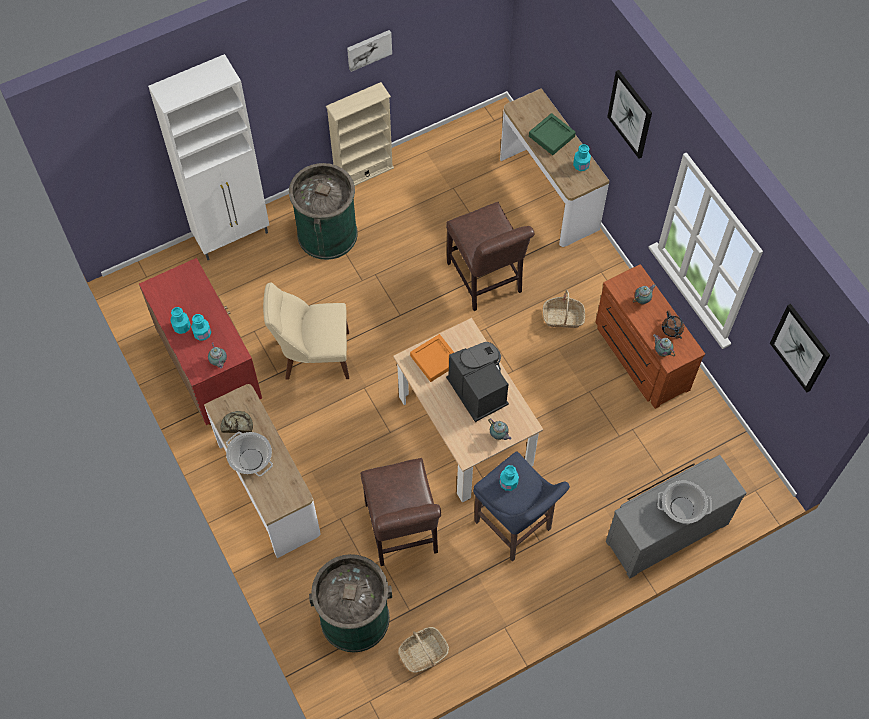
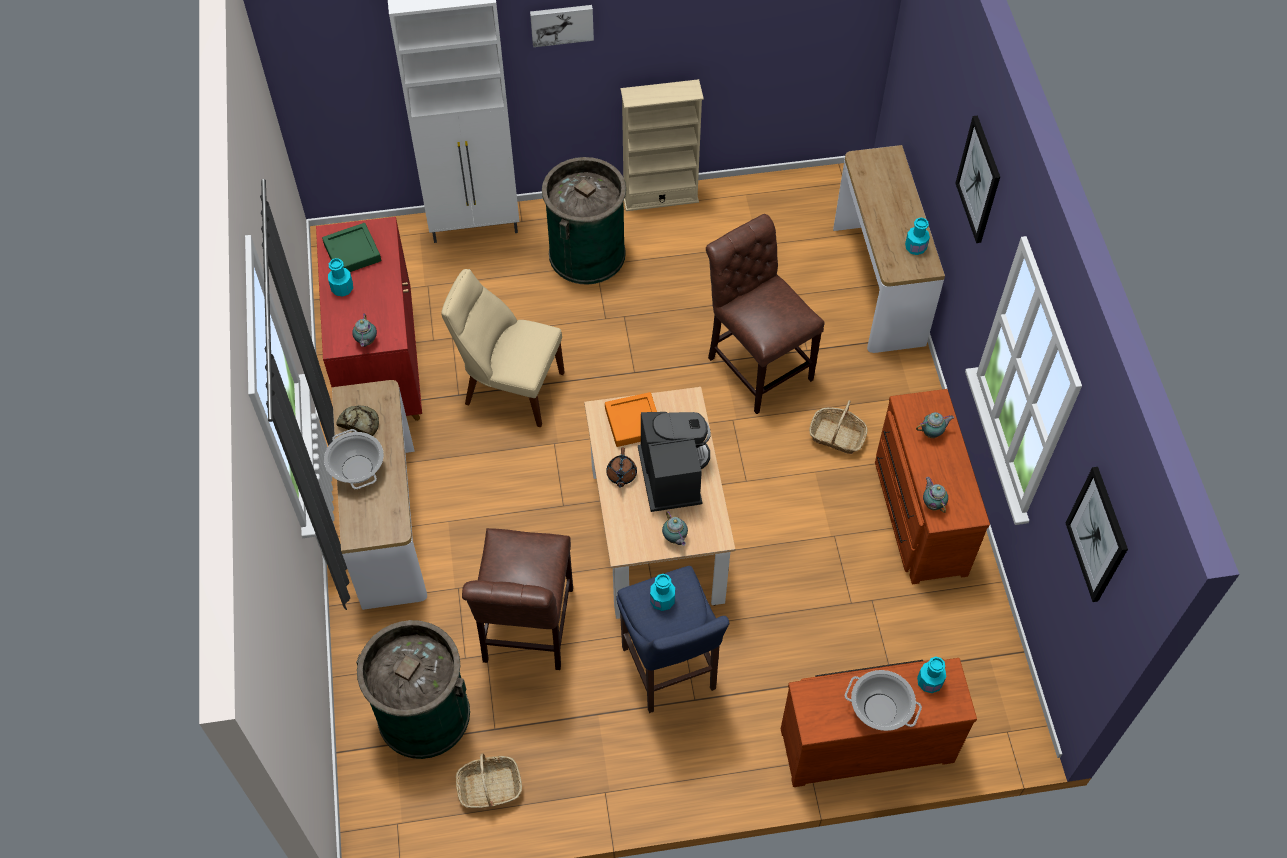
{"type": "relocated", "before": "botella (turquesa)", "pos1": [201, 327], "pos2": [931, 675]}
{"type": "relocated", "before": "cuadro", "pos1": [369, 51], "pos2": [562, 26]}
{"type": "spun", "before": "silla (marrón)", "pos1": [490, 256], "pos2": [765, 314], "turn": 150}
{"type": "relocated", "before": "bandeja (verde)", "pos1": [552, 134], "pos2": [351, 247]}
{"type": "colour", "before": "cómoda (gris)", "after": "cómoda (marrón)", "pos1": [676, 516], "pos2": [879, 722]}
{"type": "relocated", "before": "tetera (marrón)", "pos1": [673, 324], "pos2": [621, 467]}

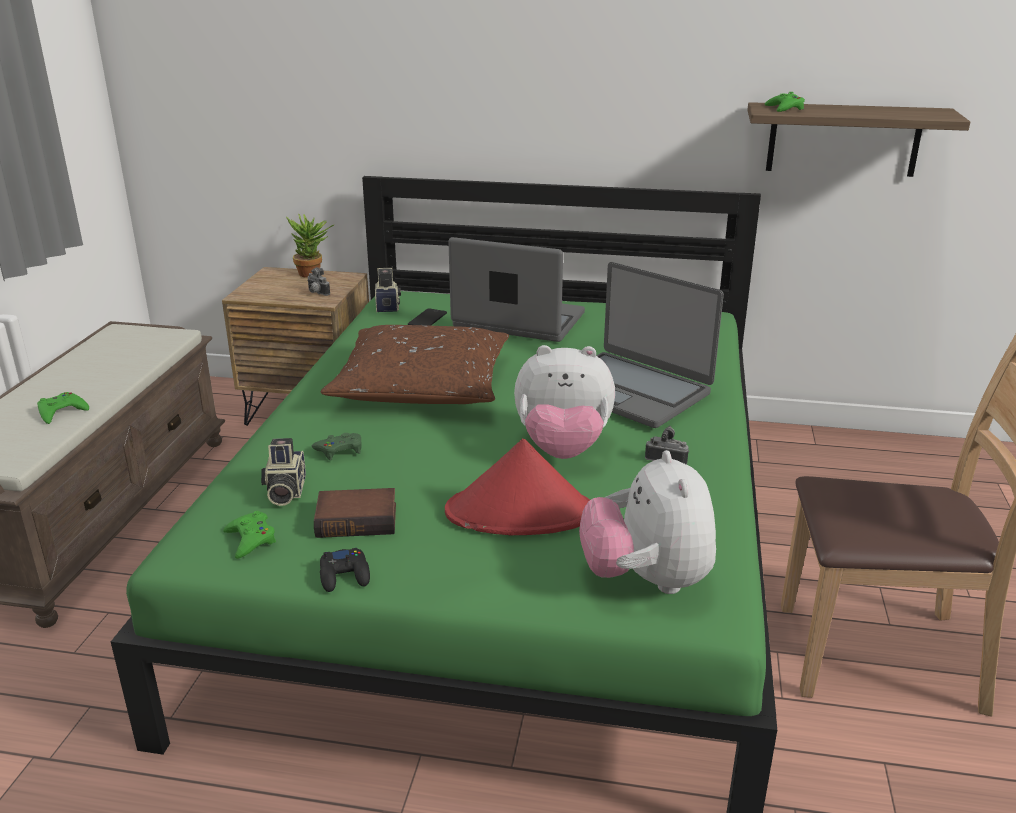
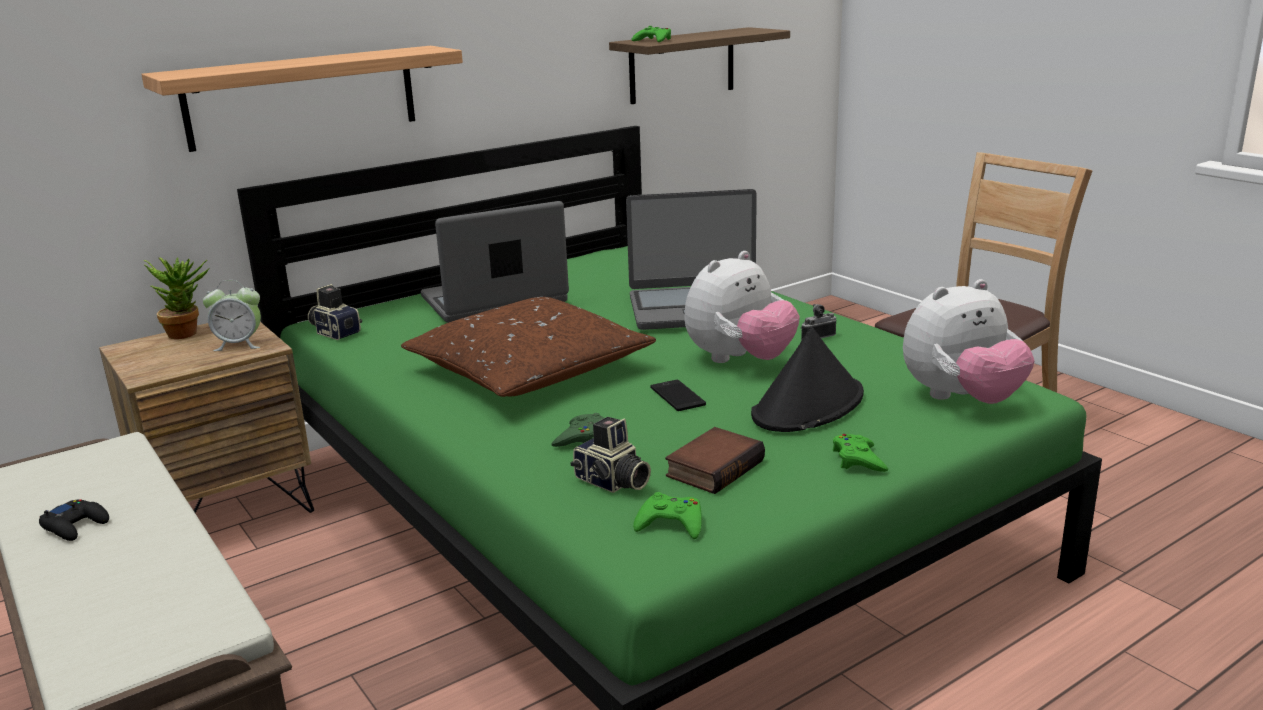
{"type": "relocated", "before": "mando de consola (verde)", "pos1": [63, 408], "pos2": [860, 453]}
{"type": "exchanged", "before": "cámara", "after": "despertador", "pos1": [318, 281], "pos2": [232, 315]}
{"type": "relocated", "before": "mando de consola (negro)", "pos1": [345, 570], "pos2": [74, 520]}
{"type": "relocated", "before": "móvil", "pos1": [427, 317], "pos2": [678, 395]}
{"type": "colour", "before": "sombrero (rojo)", "after": "sombrero (negro)", "pos1": [517, 487], "pos2": [807, 379]}
{"type": "spun", "before": "peluche", "pos1": [647, 522], "pos2": [969, 341], "turn": -60}
{"type": "appeared", "after": "estante", "pos2": [302, 99]}

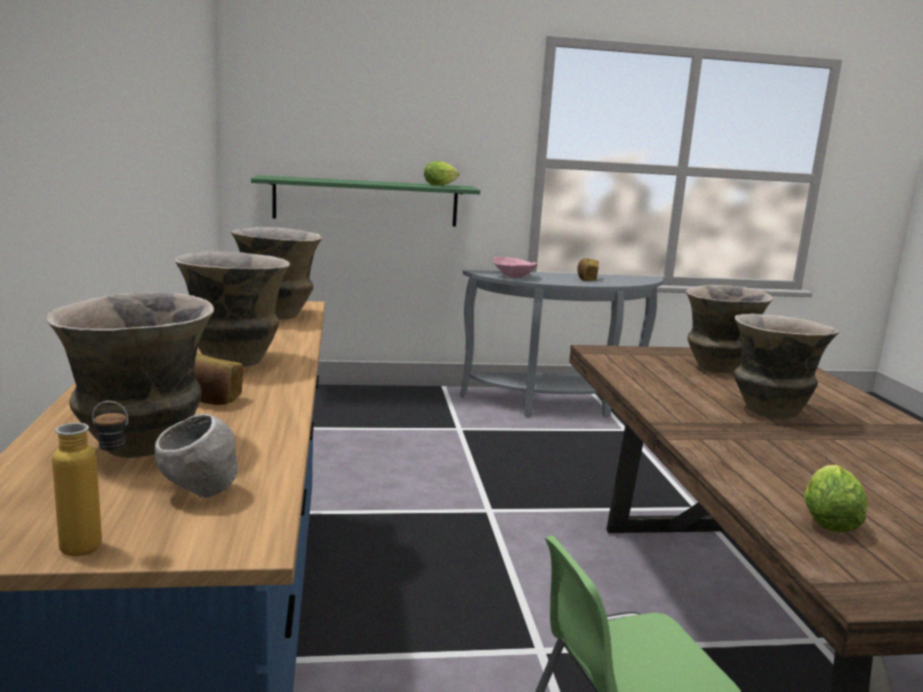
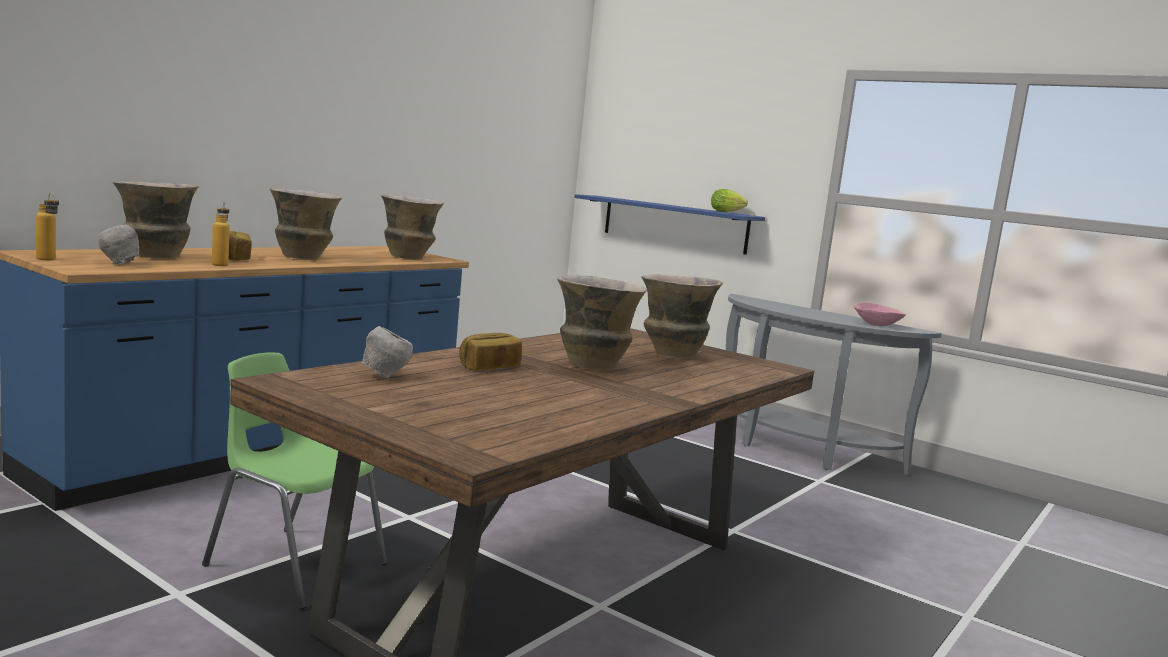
{"type": "colour", "before": "estante (verde)", "after": "estante (azul)", "pos1": [365, 200], "pos2": [670, 224]}
{"type": "relocated", "before": "cuenco (rosa)", "pos1": [515, 267], "pos2": [880, 314]}
{"type": "relocated", "before": "pan", "pos1": [588, 269], "pos2": [490, 351]}
{"type": "exchanged", "before": "lechuga", "after": "cuenco (gris)", "pos1": [836, 498], "pos2": [387, 352]}
{"type": "appeared", "after": "botella", "pos2": [221, 234]}

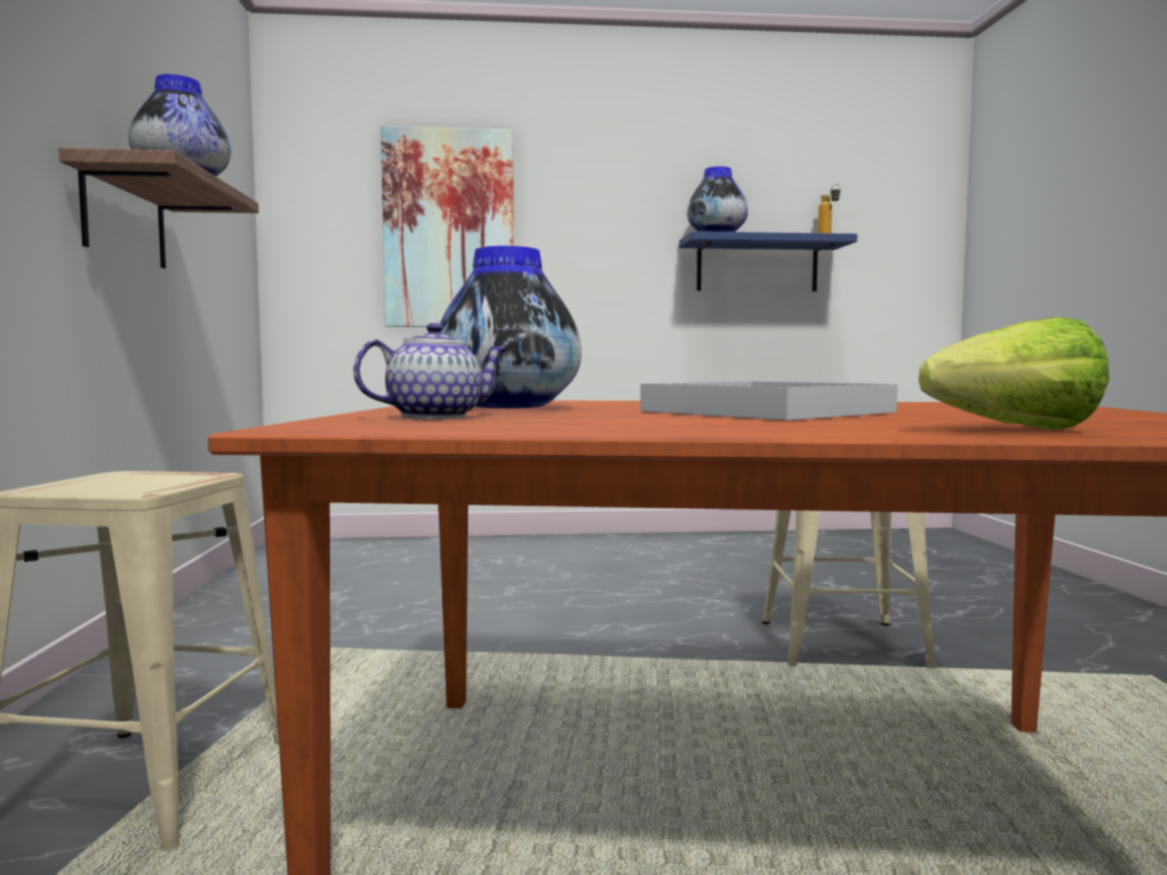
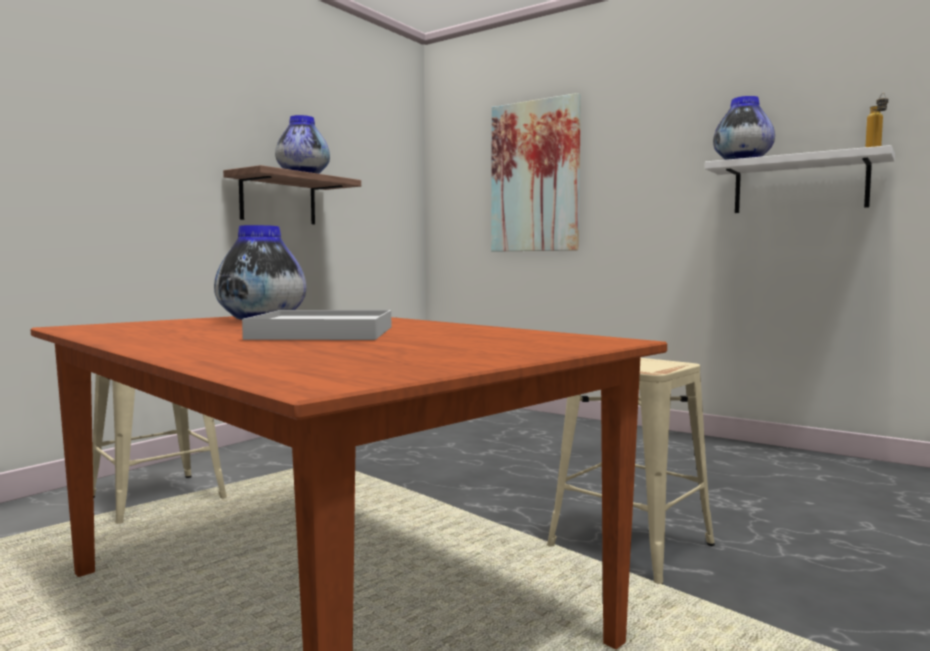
{"type": "missing", "before": "tetera", "pos1": [430, 371]}
{"type": "colour", "before": "estante (azul)", "after": "estante (blanco)", "pos1": [768, 261], "pos2": [800, 179]}
{"type": "missing", "before": "lechuga", "pos1": [1014, 373]}

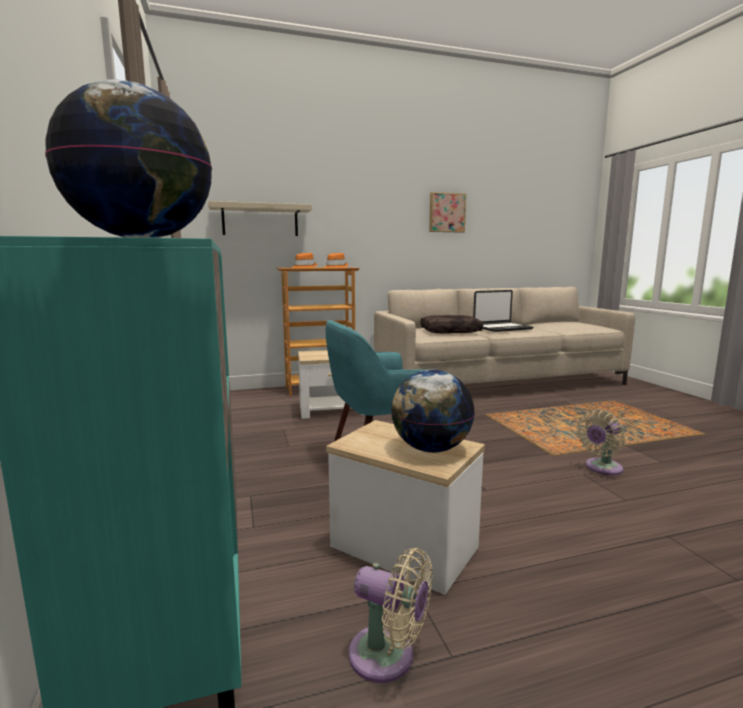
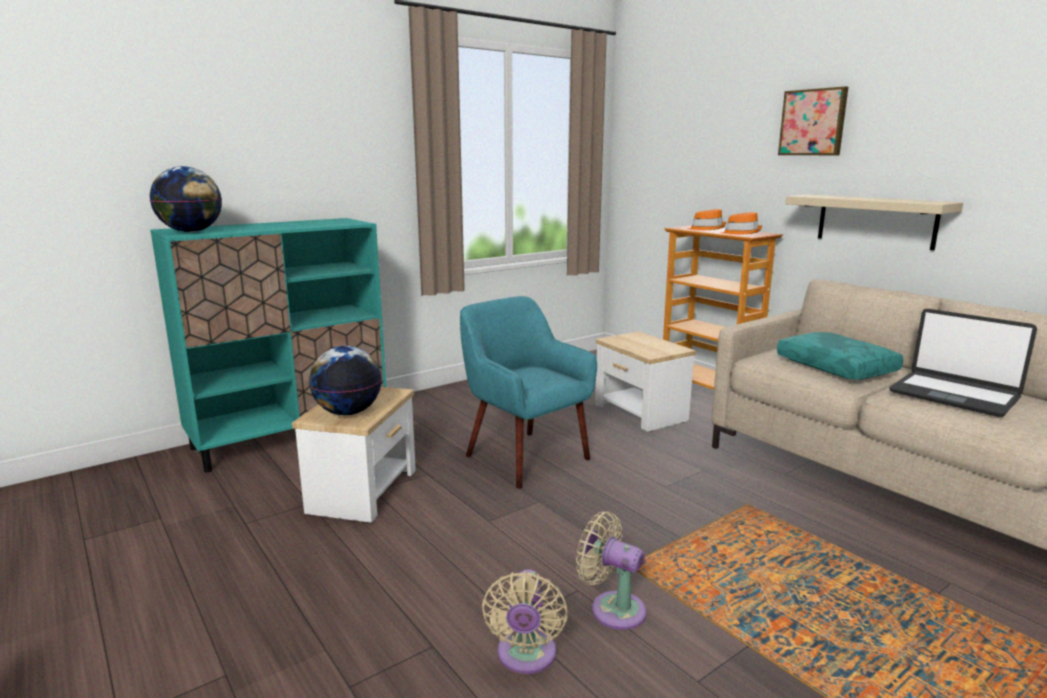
{"type": "relocated", "before": "estante (beis)", "pos1": [260, 218], "pos2": [874, 222]}
{"type": "relocated", "before": "ventilador (beis)", "pos1": [390, 615], "pos2": [525, 621]}
{"type": "colour", "before": "cojín (marrón)", "after": "cojín (turquesa)", "pos1": [452, 324], "pos2": [840, 356]}
{"type": "relocated", "before": "cuadro", "pos1": [447, 212], "pos2": [813, 120]}

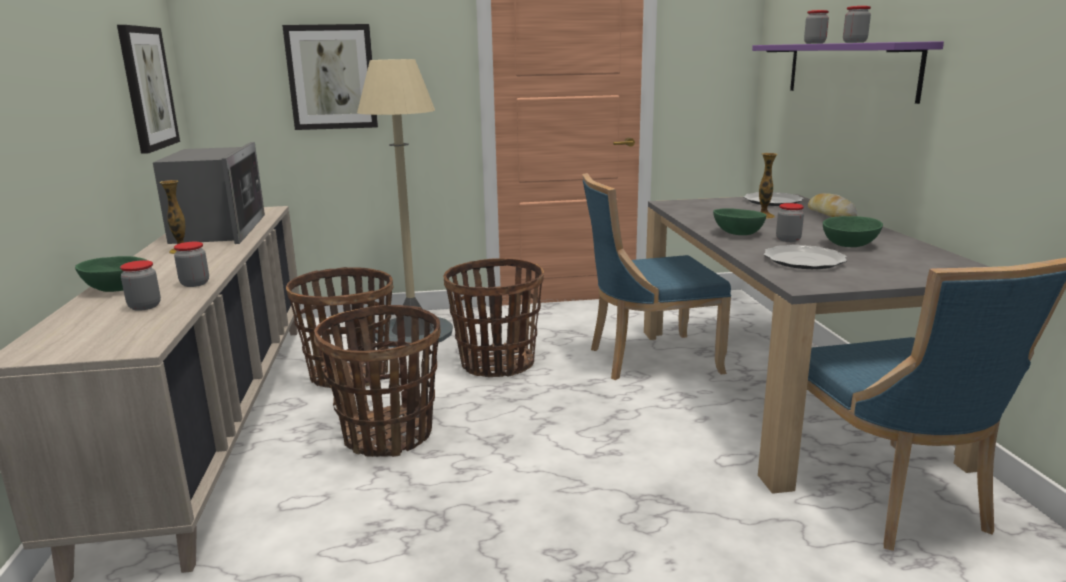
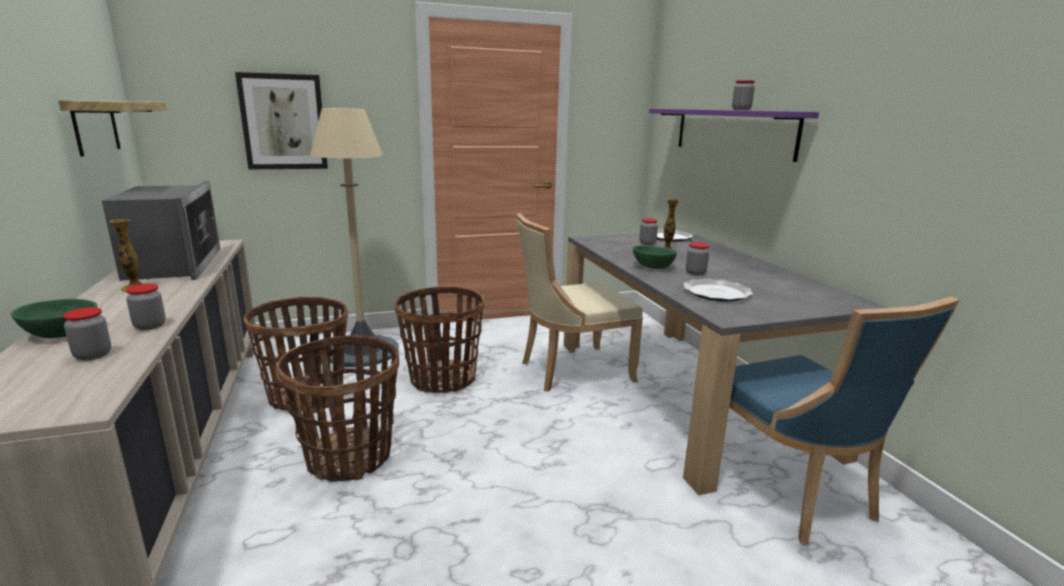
{"type": "exchanged", "before": "cuadro", "after": "estante", "pos1": [148, 89], "pos2": [113, 128]}
{"type": "colour", "before": "silla (azul)", "after": "silla (beis)", "pos1": [656, 276], "pos2": [579, 302]}
{"type": "relocated", "before": "tarro", "pos1": [816, 27], "pos2": [648, 231]}
{"type": "missing", "before": "pan", "pos1": [832, 205]}
{"type": "missing", "before": "cuenco (verde)", "pos1": [853, 231]}

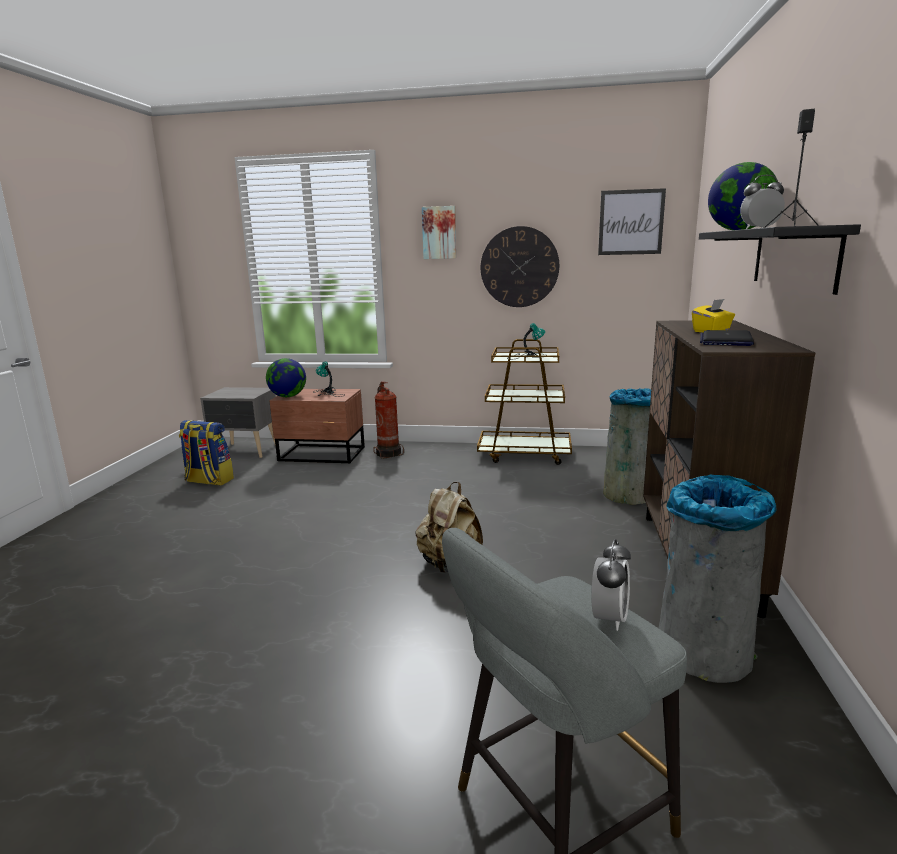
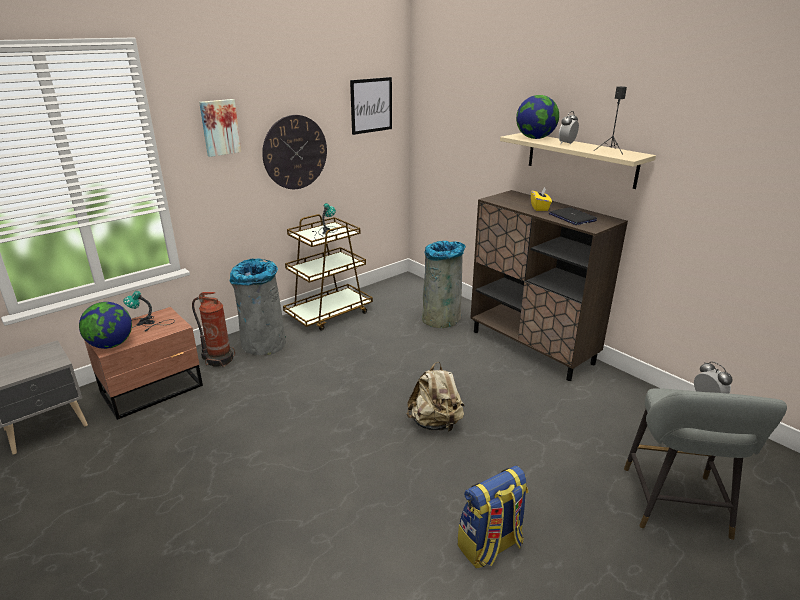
{"type": "relocated", "before": "mochila", "pos1": [206, 453], "pos2": [493, 517]}
{"type": "relocated", "before": "papelera (gris)", "pos1": [718, 578], "pos2": [258, 307]}
{"type": "colour", "before": "estante (negro)", "after": "estante (beis)", "pos1": [780, 259], "pos2": [578, 161]}

